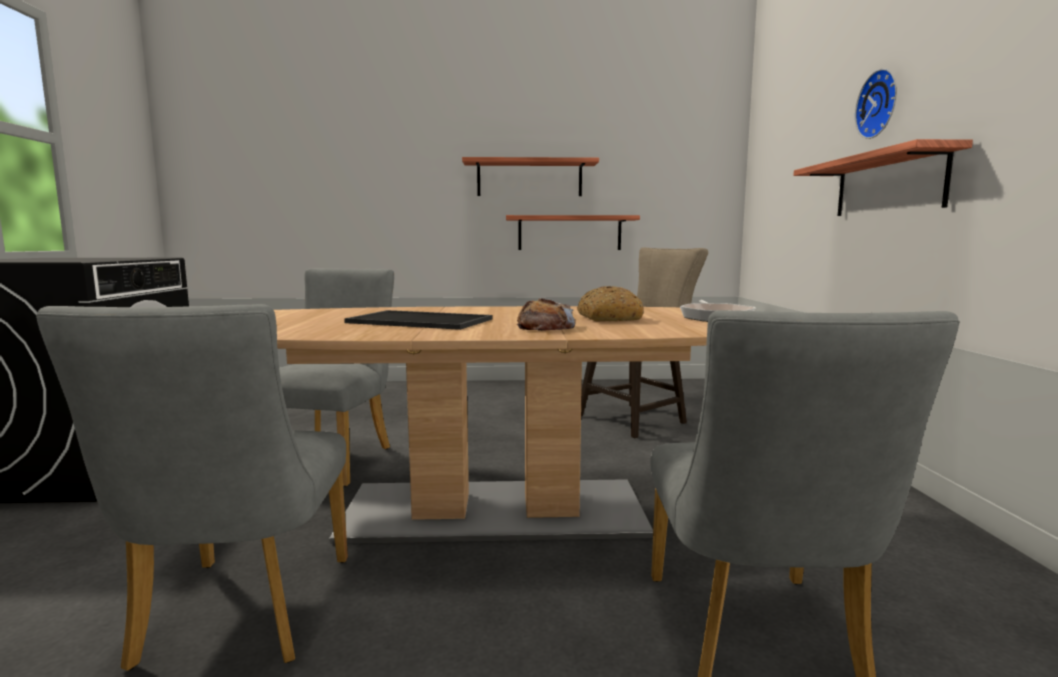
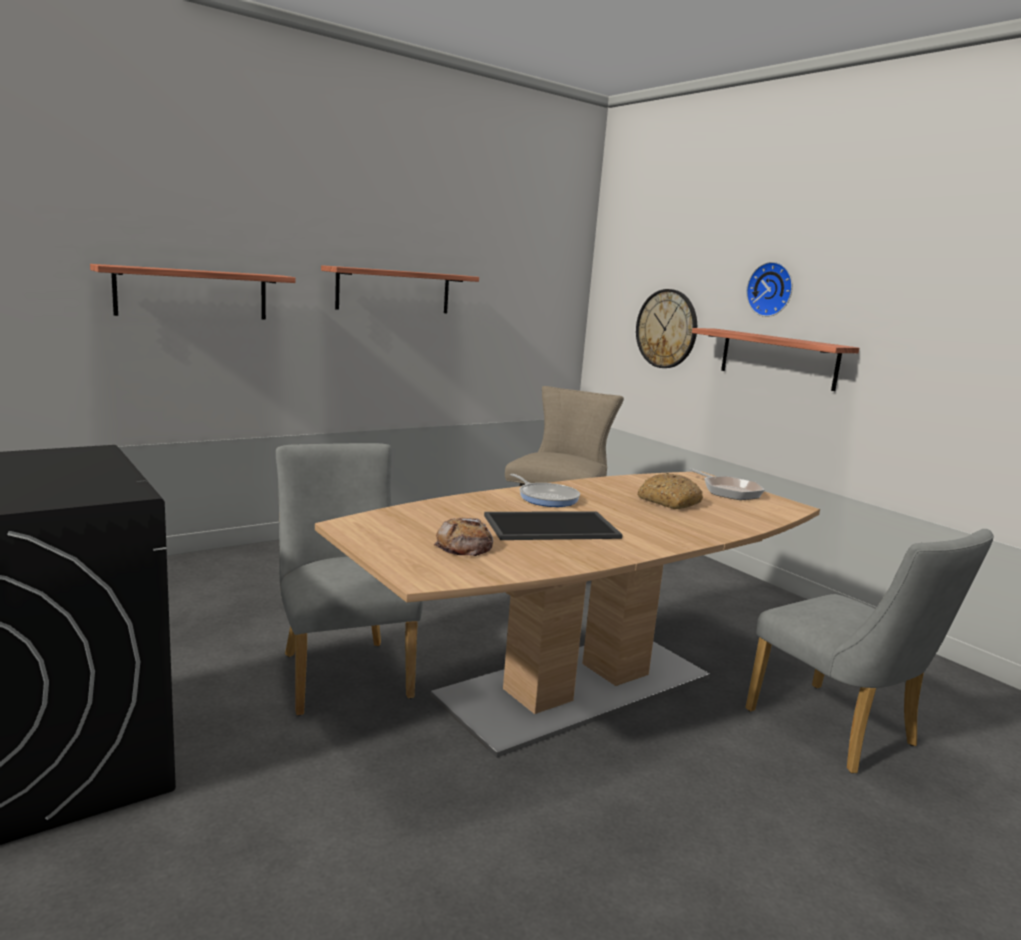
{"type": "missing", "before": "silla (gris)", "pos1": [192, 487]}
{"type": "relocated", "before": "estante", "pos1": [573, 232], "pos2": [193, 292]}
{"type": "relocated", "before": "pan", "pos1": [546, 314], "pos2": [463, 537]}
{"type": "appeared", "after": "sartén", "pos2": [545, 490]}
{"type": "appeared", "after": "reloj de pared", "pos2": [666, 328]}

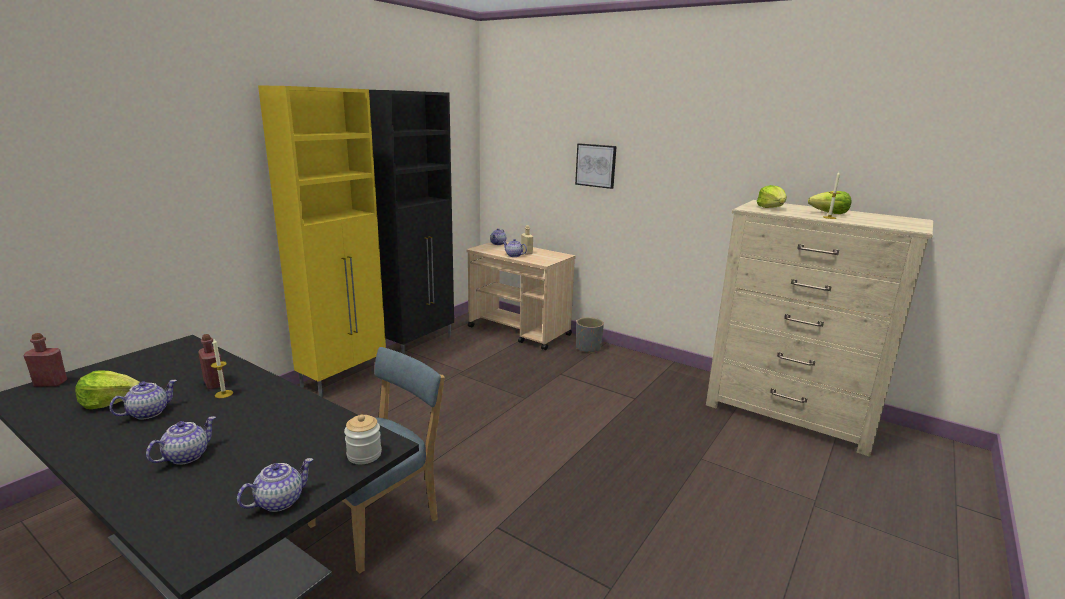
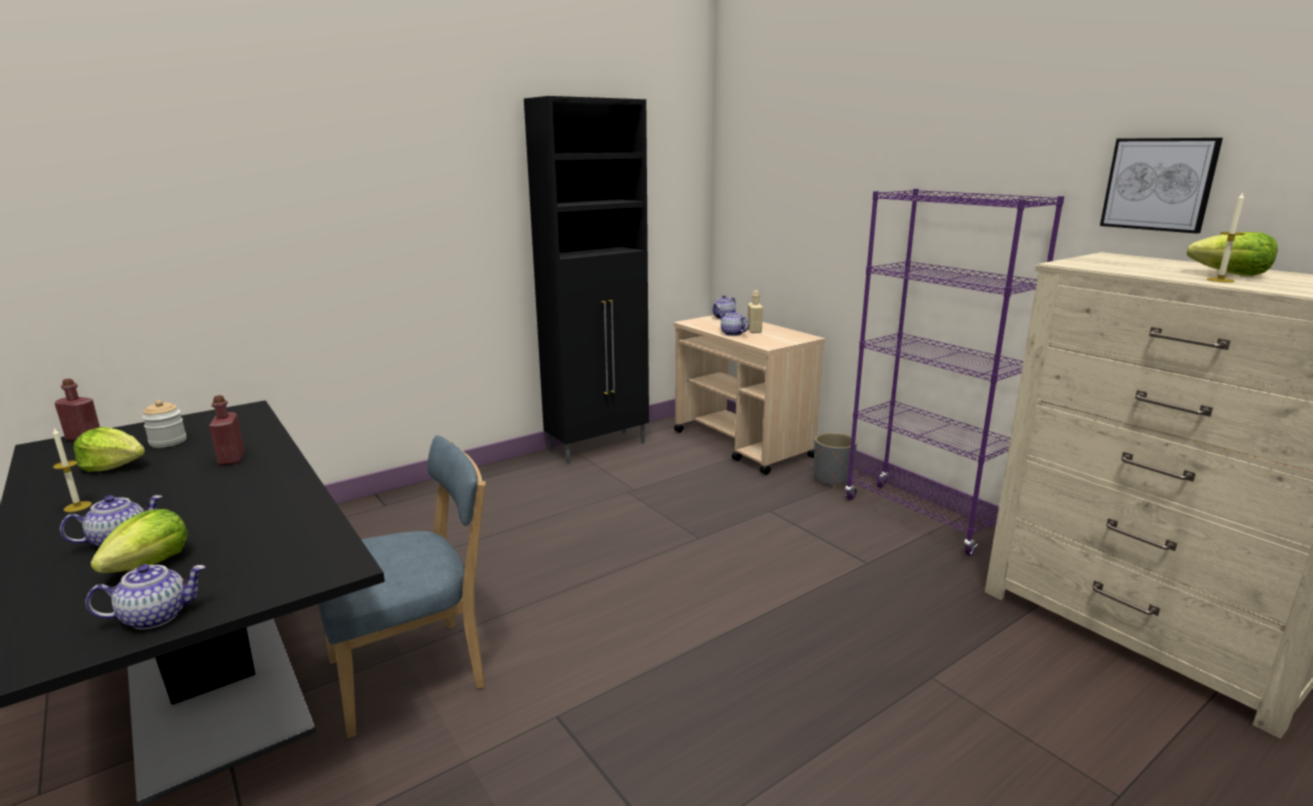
{"type": "missing", "before": "tetera", "pos1": [143, 399]}
{"type": "relocated", "before": "vela", "pos1": [222, 368], "pos2": [72, 470]}
{"type": "missing", "before": "armario (amarillo)", "pos1": [322, 241]}
{"type": "relocated", "before": "tarro", "pos1": [363, 439], "pos2": [164, 424]}
{"type": "relocated", "before": "cuadro", "pos1": [596, 166], "pos2": [1161, 186]}
{"type": "relocated", "before": "lechuga", "pos1": [772, 196], "pos2": [139, 541]}
{"type": "appeared", "after": "estantería (morado)", "pos2": [954, 372]}

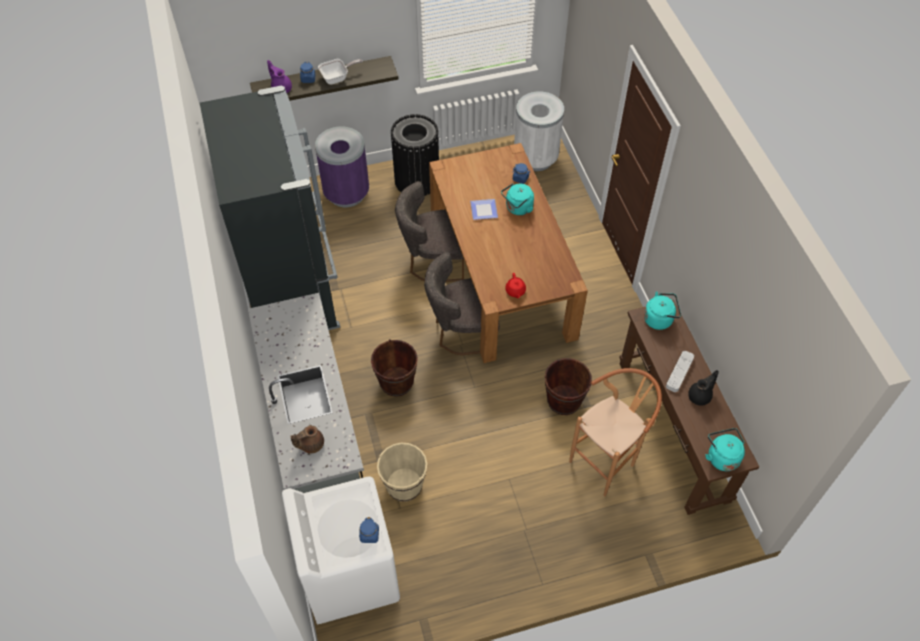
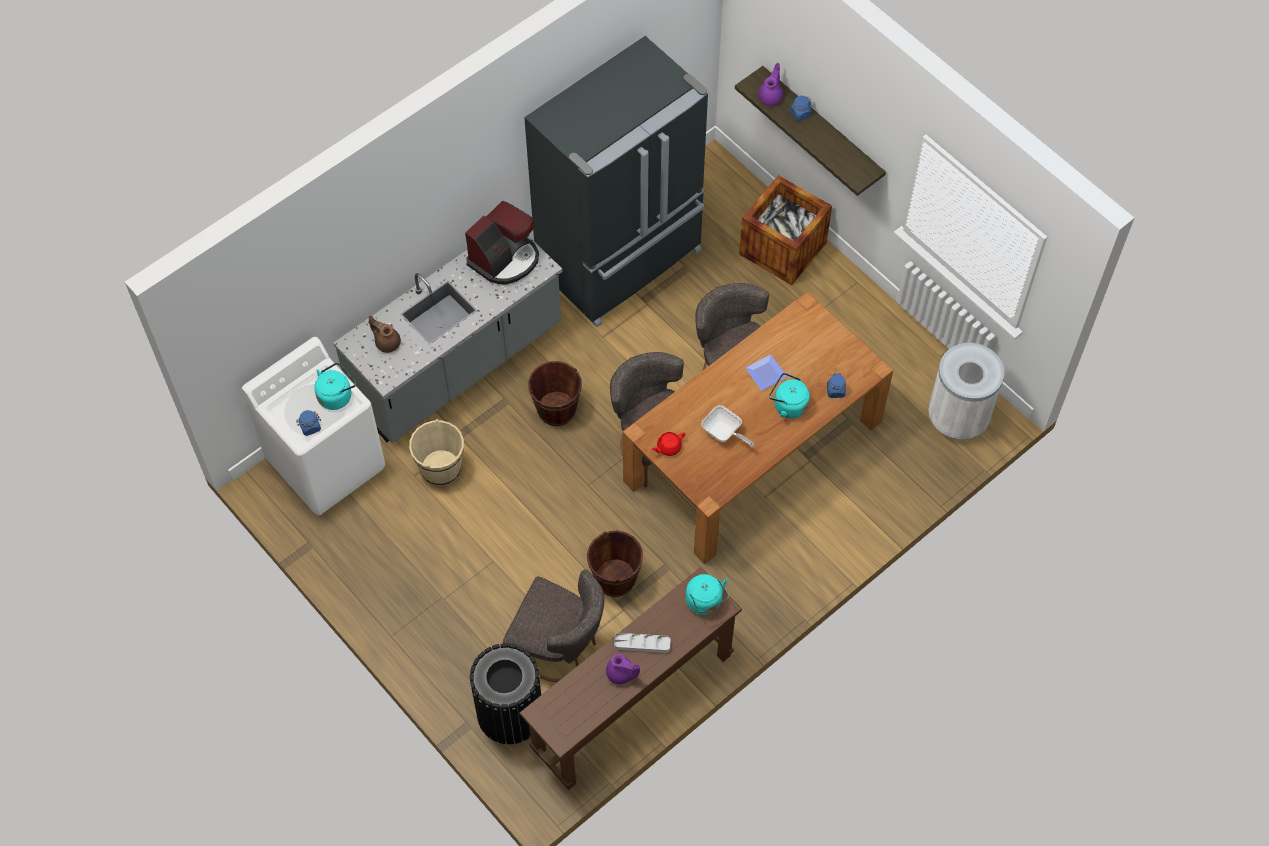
{"type": "exchanged", "before": "papelera (morado)", "after": "caja de embalaje", "pos1": [342, 167], "pos2": [785, 230]}
{"type": "relocated", "before": "sartén", "pos1": [340, 72], "pos2": [727, 426]}
{"type": "relocated", "before": "papelera (negro)", "pos1": [415, 155], "pos2": [505, 693]}
{"type": "exchanged", "before": "taburete (marrón)", "after": "silla (gris)", "pos1": [615, 432], "pos2": [553, 625]}
{"type": "colour", "before": "tetera (negro)", "after": "tetera (morado)", "pos1": [703, 388], "pos2": [623, 669]}
{"type": "relocated", "before": "hervidor (turquesa)", "pos1": [725, 449], "pos2": [335, 386]}
{"type": "appeared", "after": "cafetera", "pos2": [502, 242]}

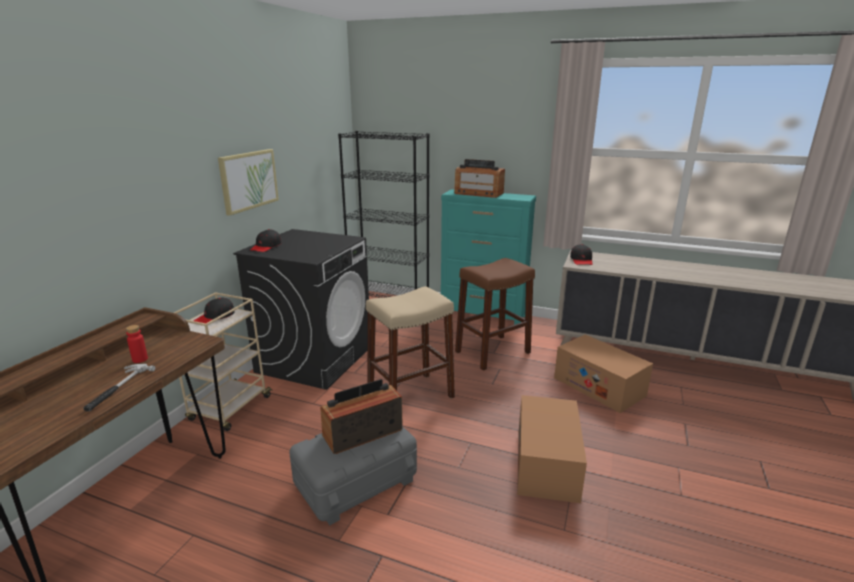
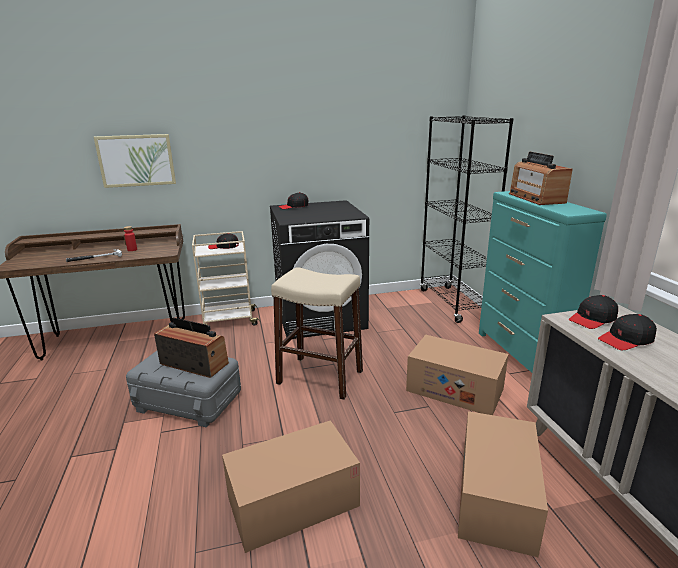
{"type": "relocated", "before": "cuadro", "pos1": [248, 182], "pos2": [135, 161]}
{"type": "exchanged", "before": "taburete (marrón)", "after": "caja de cartón", "pos1": [495, 314], "pos2": [457, 375]}
{"type": "appeared", "after": "gorra (negro)", "pos2": [627, 332]}

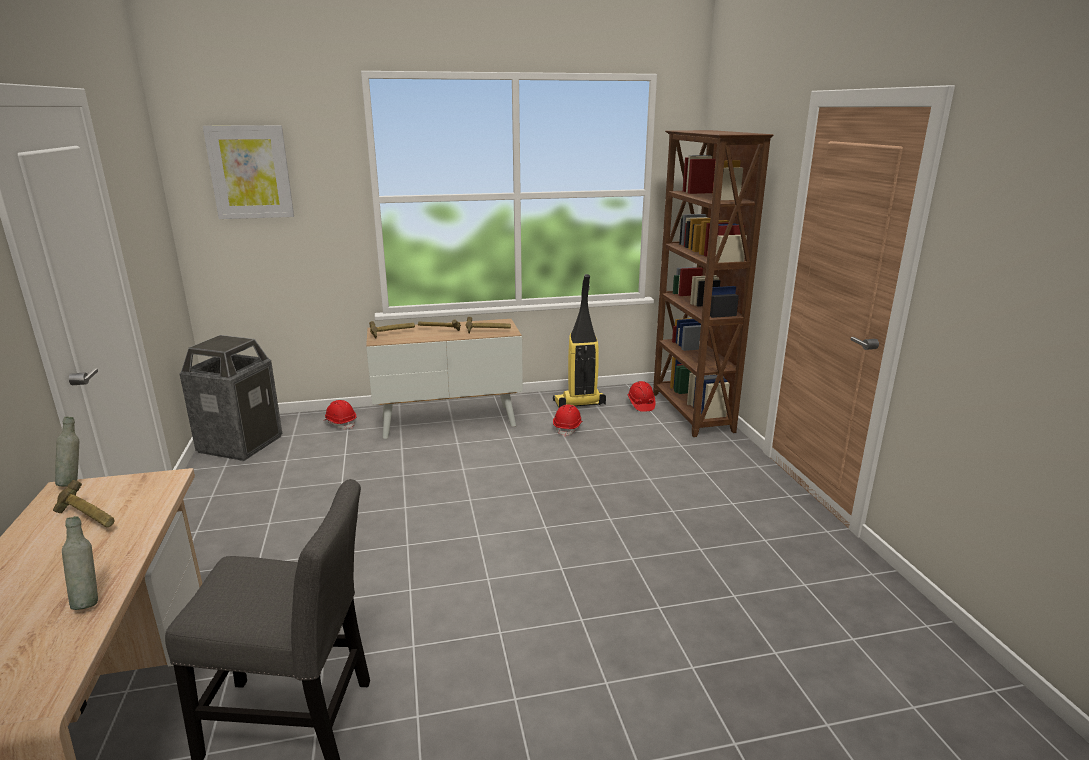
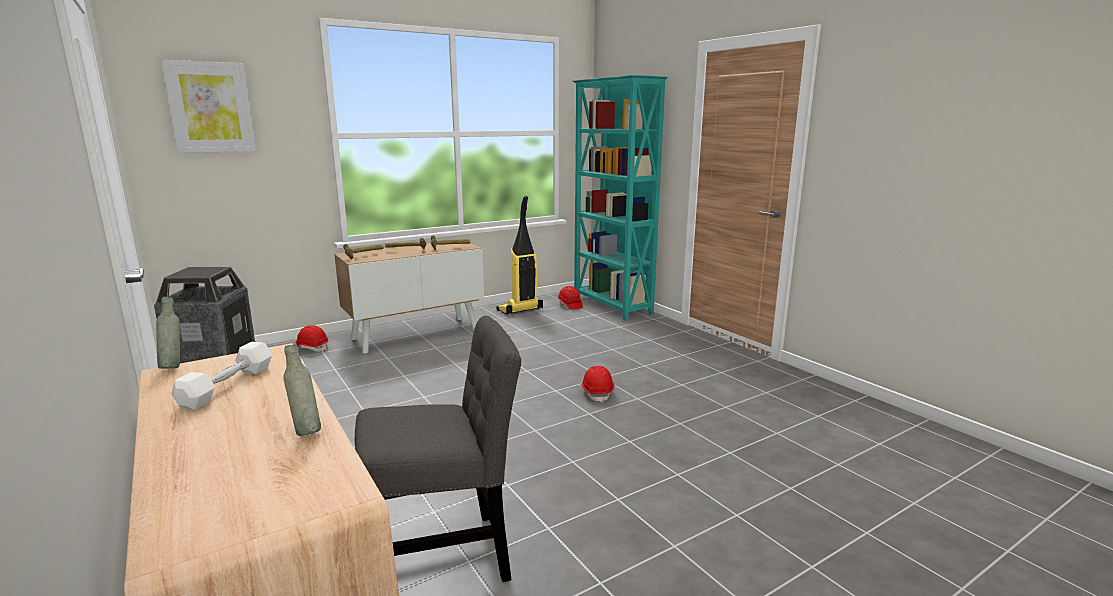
{"type": "exchanged", "before": "martillo", "after": "mancuerna (blanco)", "pos1": [84, 503], "pos2": [221, 376]}
{"type": "relocated", "before": "casco (rojo)", "pos1": [568, 420], "pos2": [597, 384]}
{"type": "colour", "before": "estantería (marrón)", "after": "estantería (turquesa)", "pos1": [713, 283], "pos2": [620, 197]}

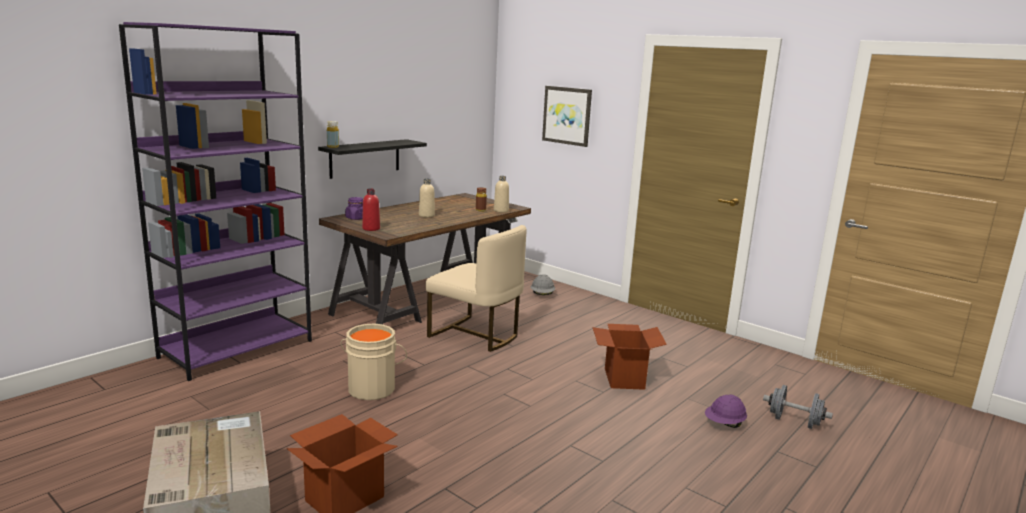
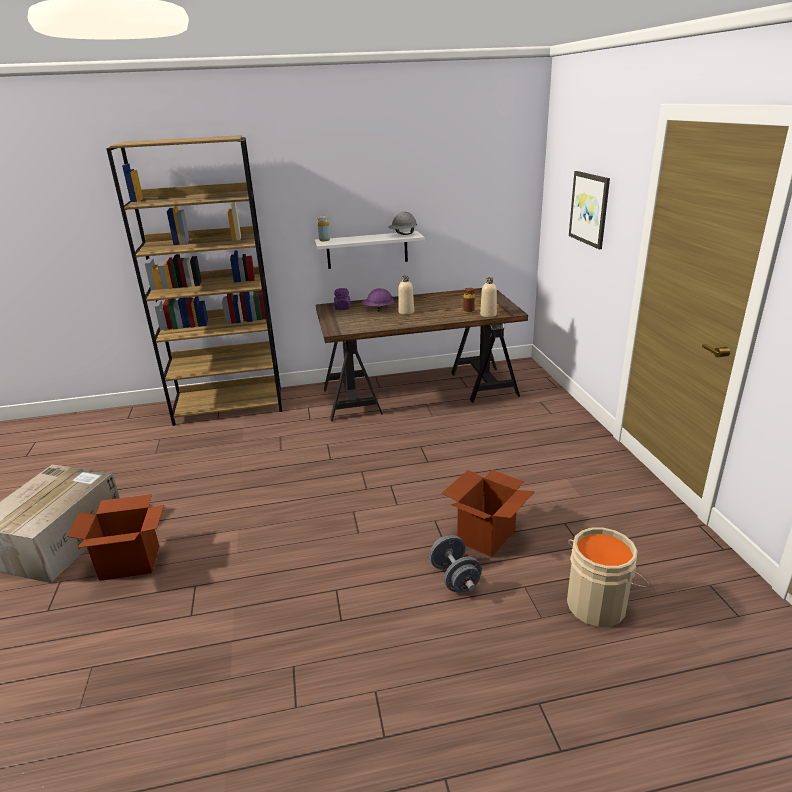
{"type": "colour", "before": "estantería (morado)", "after": "estantería (marrón)", "pos1": [215, 201], "pos2": [194, 280]}
{"type": "colour", "before": "estante (negro)", "after": "estante (blanco)", "pos1": [372, 159], "pos2": [369, 250]}
{"type": "relocated", "before": "cubo (beis)", "pos1": [374, 362], "pos2": [608, 577]}
{"type": "missing", "before": "botella (rojo)", "pos1": [371, 210]}
{"type": "missing", "before": "silla (beis)", "pos1": [476, 288]}
{"type": "relocated", "before": "casco (gris)", "pos1": [543, 284], "pos2": [402, 223]}
{"type": "relocated", "before": "casco (morado)", "pos1": [726, 411], "pos2": [377, 300]}
{"type": "relocated", "before": "mancuerna (gris)", "pos1": [798, 407], "pos2": [455, 563]}

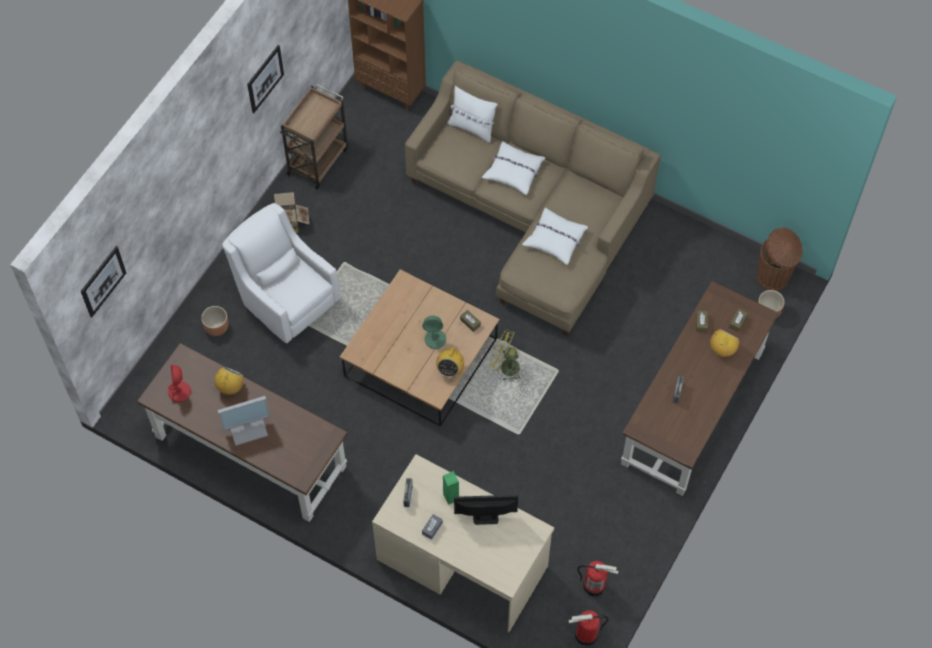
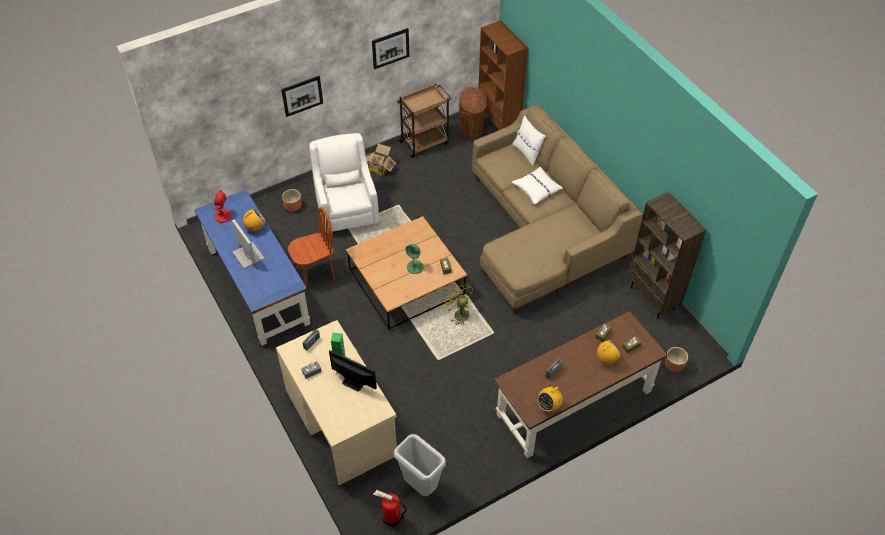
{"type": "relocated", "before": "cuadro", "pos1": [103, 281], "pos2": [302, 96]}
{"type": "colour", "before": "escritorio (marrón)", "after": "escritorio (azul)", "pos1": [242, 432], "pos2": [252, 268]}
{"type": "spun", "before": "monitor", "pos1": [244, 421], "pos2": [248, 244], "turn": -135}
{"type": "relocated", "before": "radio", "pos1": [450, 360], "pos2": [550, 398]}
{"type": "missing", "before": "cojín (blanco)", "pos1": [555, 236]}
{"type": "exchanged", "before": "extintor", "after": "papelera (gris)", "pos1": [597, 578], "pos2": [420, 465]}
{"type": "relocated", "before": "papelera (marrón)", "pos1": [780, 259], "pos2": [473, 112]}
{"type": "appeared", "after": "silla (marrón)", "pos2": [311, 247]}
{"type": "appeared", "after": "estantería (marrón)", "pos2": [667, 255]}

